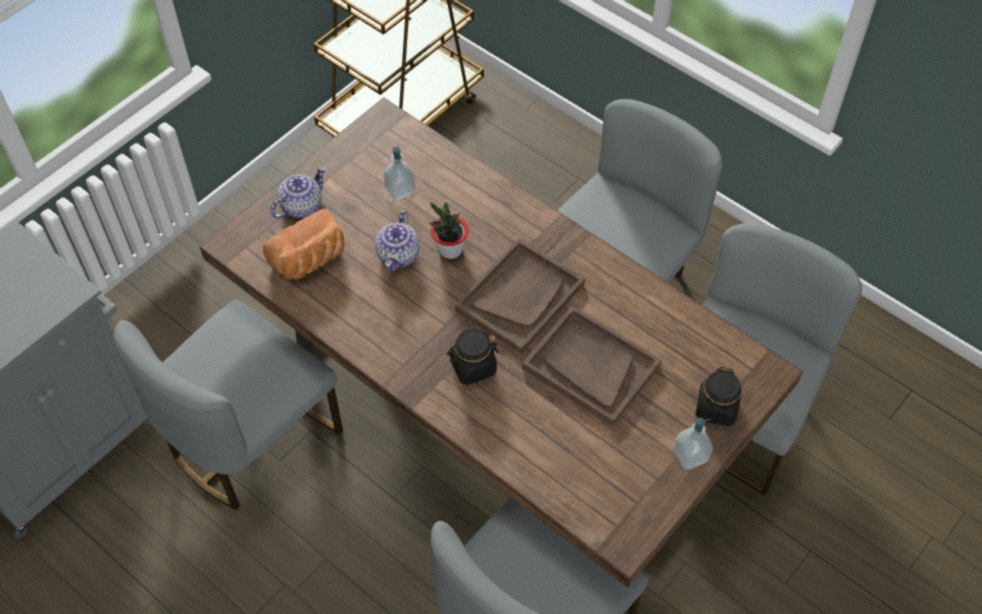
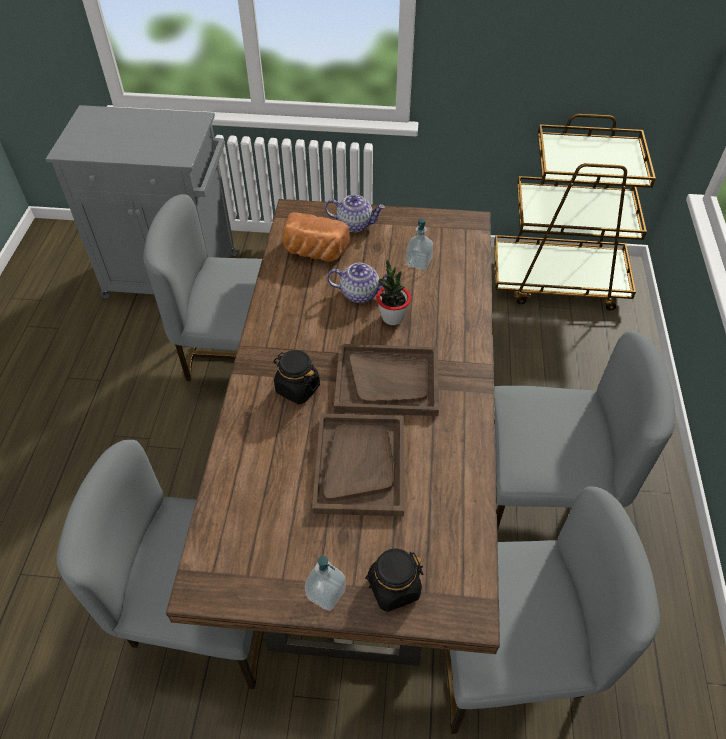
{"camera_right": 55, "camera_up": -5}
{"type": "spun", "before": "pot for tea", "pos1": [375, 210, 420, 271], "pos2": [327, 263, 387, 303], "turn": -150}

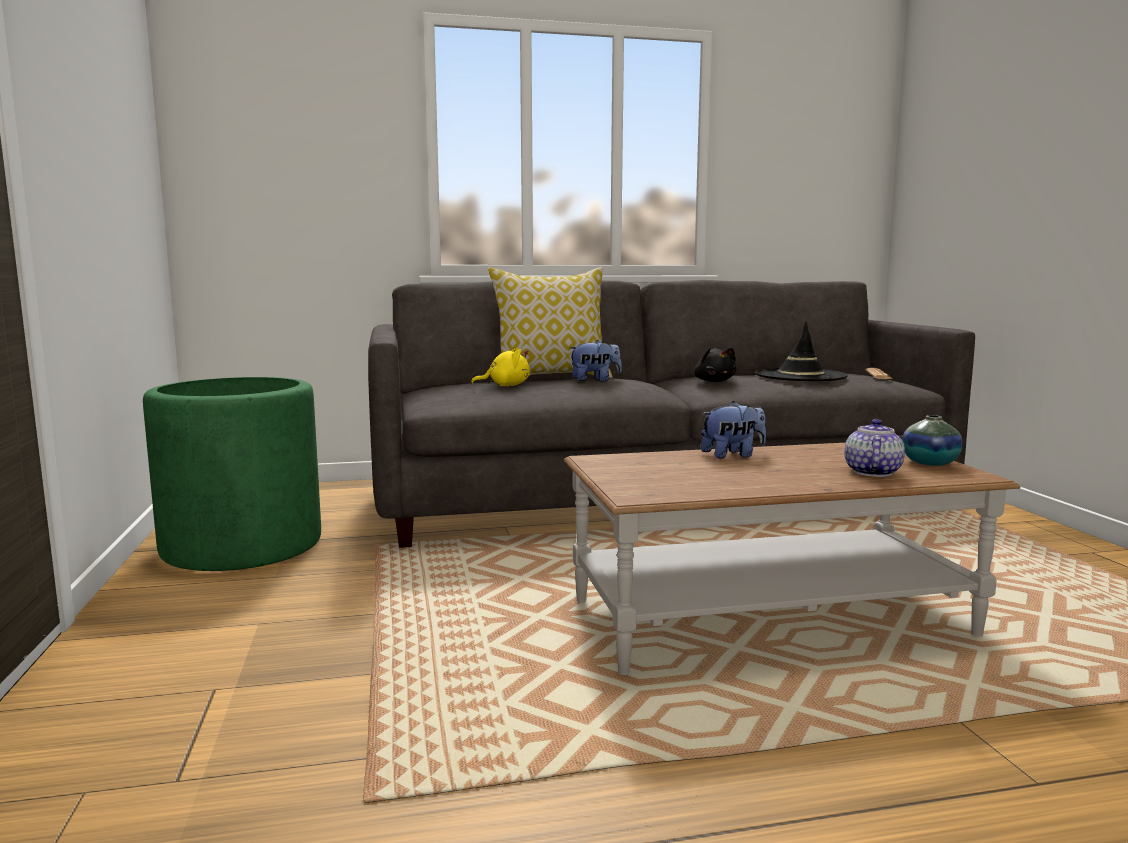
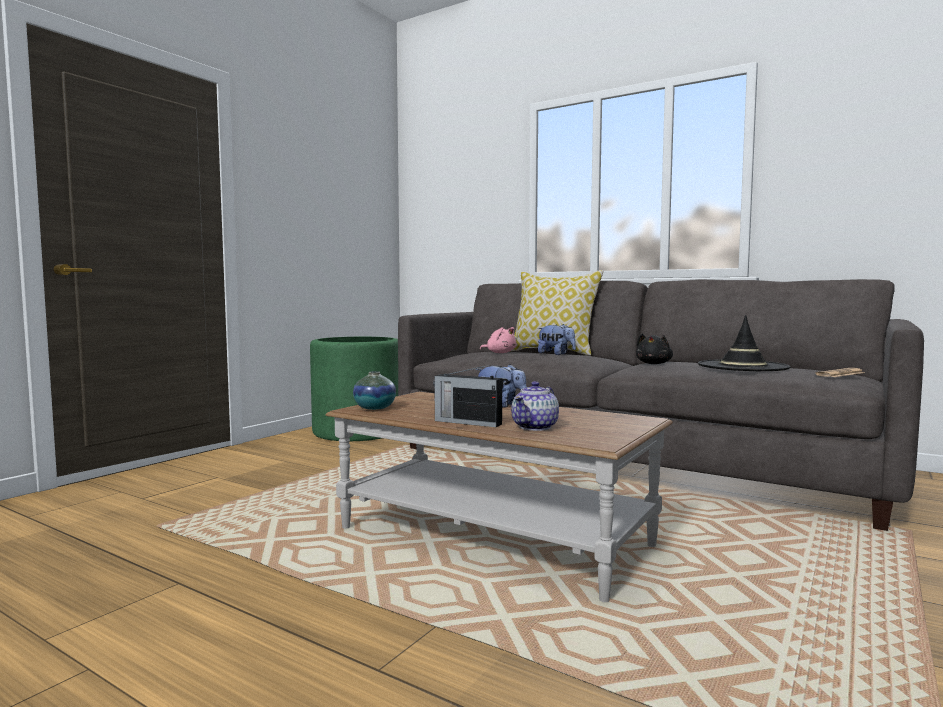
{"camera_right": 45, "camera_up": -5}
{"type": "colour", "before": "yellow soft toy", "after": "pink soft toy", "pos1": [471, 348, 530, 386], "pos2": [480, 327, 516, 353]}
{"type": "spun", "before": "pot for tea", "pos1": [845, 419, 905, 477], "pos2": [511, 381, 559, 431], "turn": 150}
{"type": "relocated", "before": "flower vase", "pos1": [902, 415, 963, 466], "pos2": [353, 371, 396, 410]}
{"type": "appeared", "after": "radio", "pos2": [433, 365, 502, 427]}

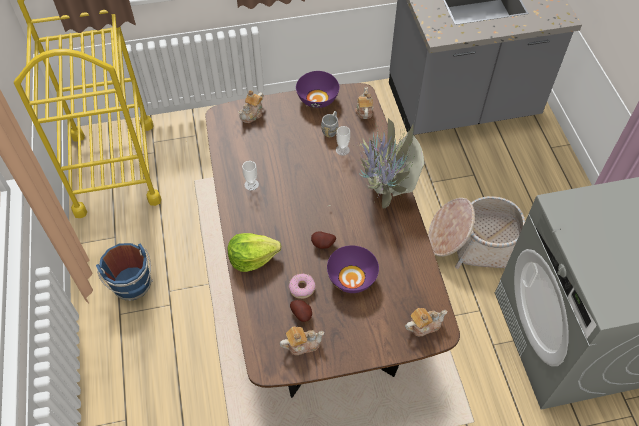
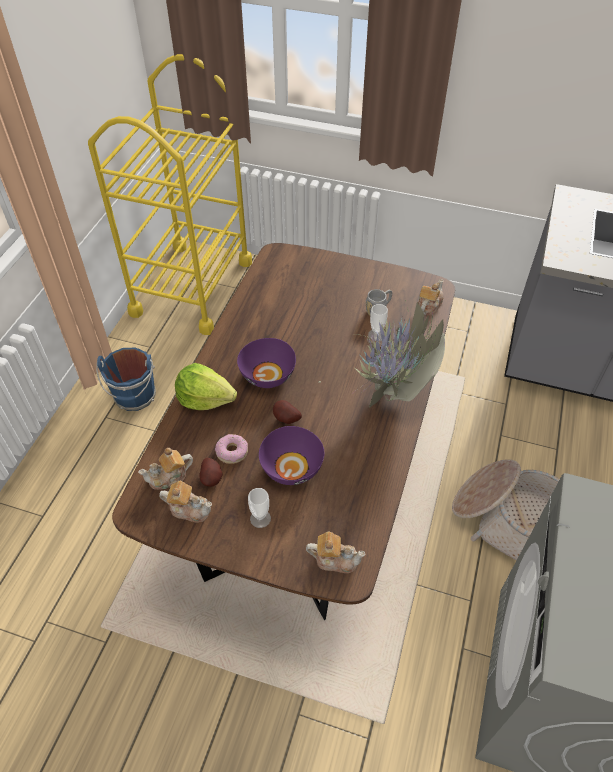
{"camera_right": 30, "camera_up": -5}
{"type": "relocated", "before": "pot for tea", "pos1": [238, 90, 264, 123], "pos2": [138, 448, 193, 490]}
{"type": "relocated", "before": "small cup", "pos1": [242, 161, 259, 191], "pos2": [248, 488, 271, 528]}
{"type": "relocated", "before": "purplish serving bowl", "pos1": [296, 71, 339, 108], "pos2": [237, 338, 296, 388]}

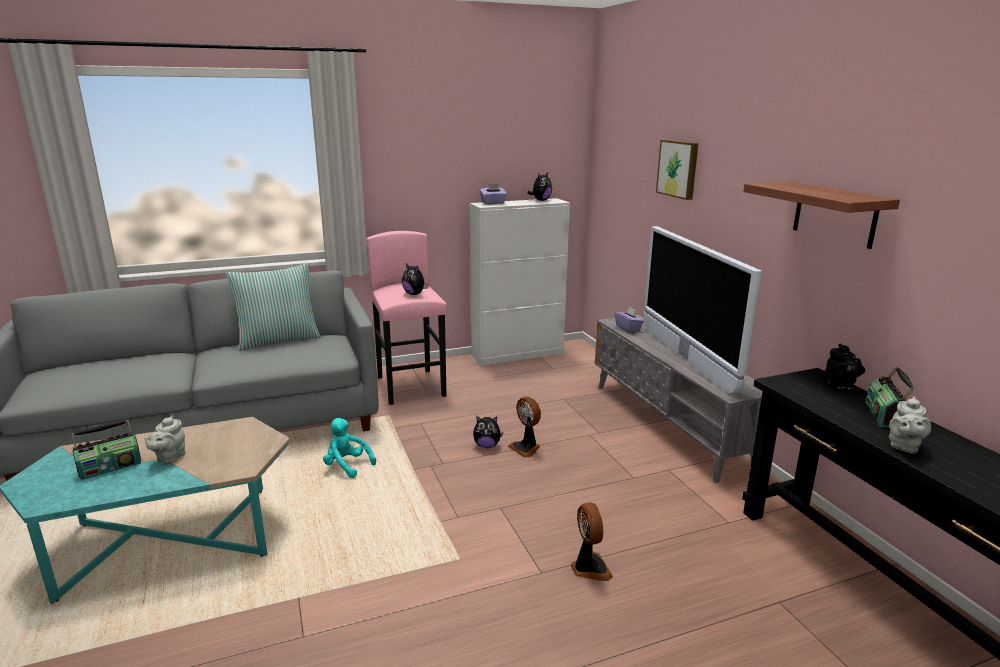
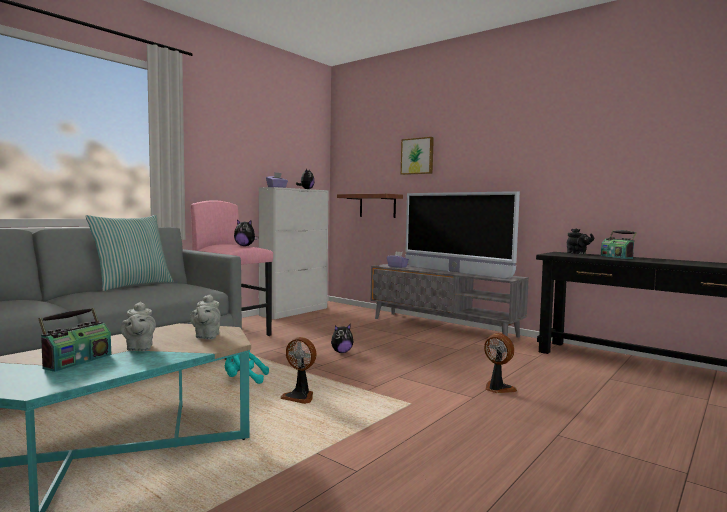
{"camera_right": -30, "camera_up": -15}
{"type": "relocated", "before": "electric fan", "pos1": [508, 396, 541, 458], "pos2": [280, 337, 317, 404]}
{"type": "relocated", "before": "wall shelf", "pos1": [743, 181, 900, 249], "pos2": [337, 194, 403, 218]}
{"type": "relocated", "before": "greyish pot for tea", "pos1": [889, 397, 931, 454], "pos2": [190, 294, 221, 339]}

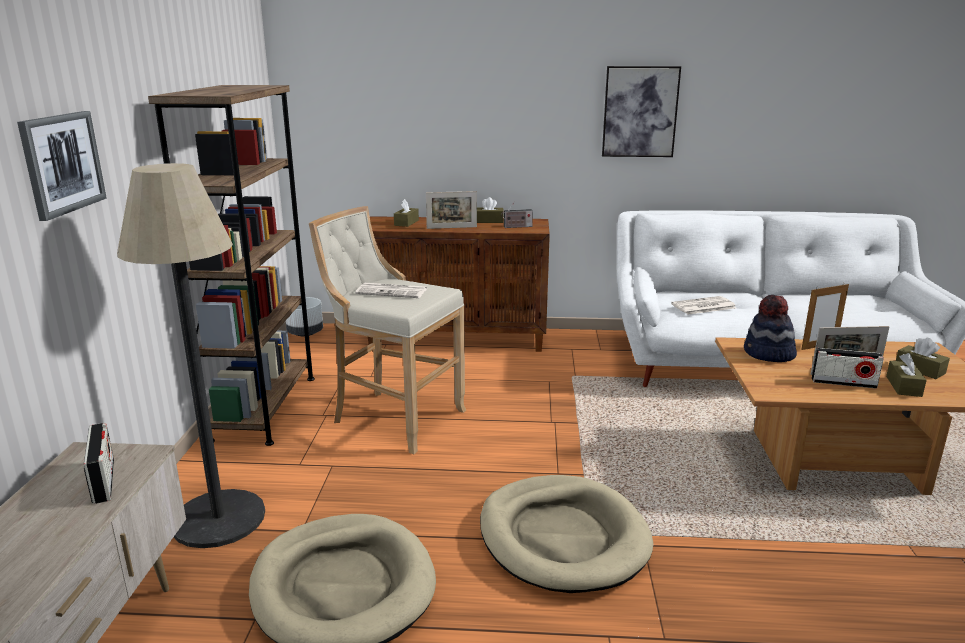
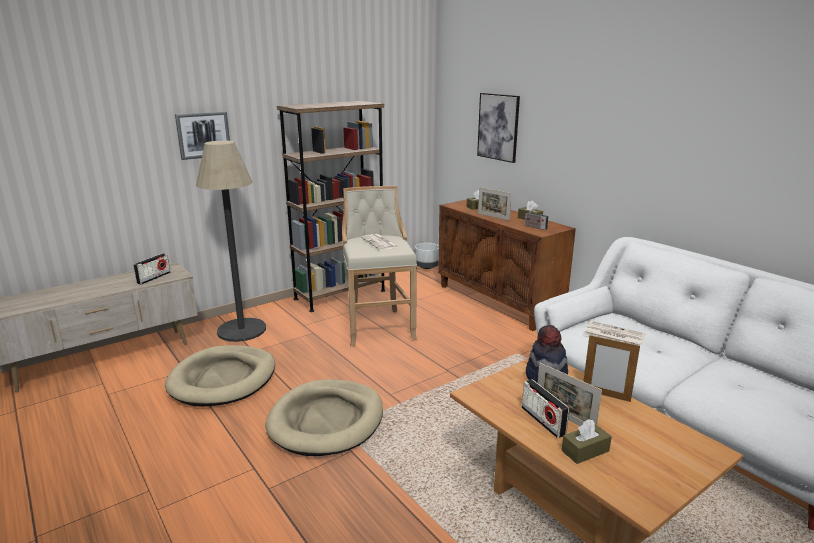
{"camera_right": 50, "camera_up": 0}
{"type": "relocated", "before": "picture", "pos1": [602, 66, 681, 157], "pos2": [477, 93, 520, 163]}
{"type": "missing", "before": "brown-coloured tissue box", "pos1": [896, 338, 950, 379]}

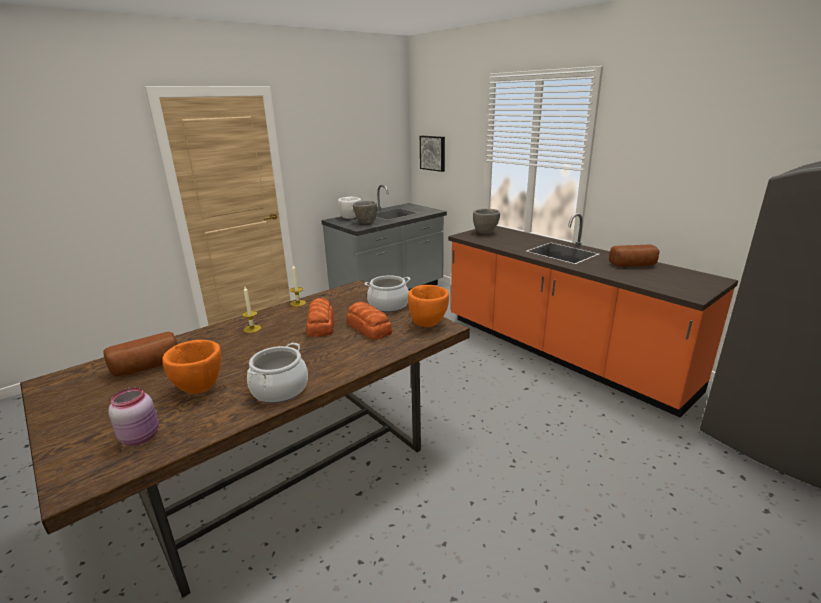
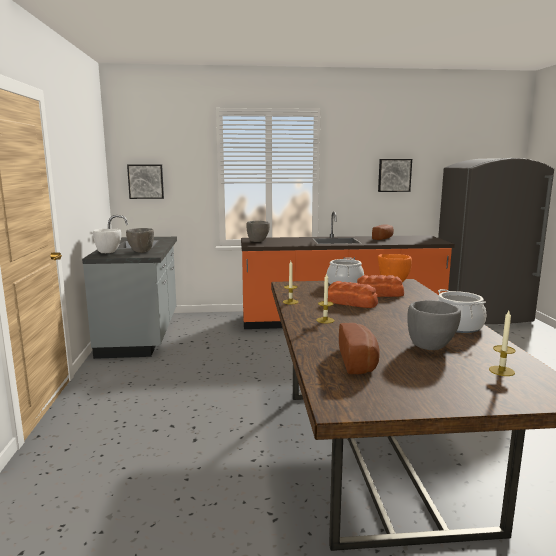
{"camera_right": -55, "camera_up": -10}
{"type": "exchanged", "before": "pink storage jar", "after": "wax light", "pos1": [108, 387, 159, 446], "pos2": [489, 311, 516, 376]}
{"type": "colour", "before": "orange-coloured serving bowl", "after": "greyish serving bowl", "pos1": [162, 340, 221, 394], "pos2": [407, 300, 461, 350]}
{"type": "appeared", "after": "picture", "pos2": [378, 159, 412, 192]}

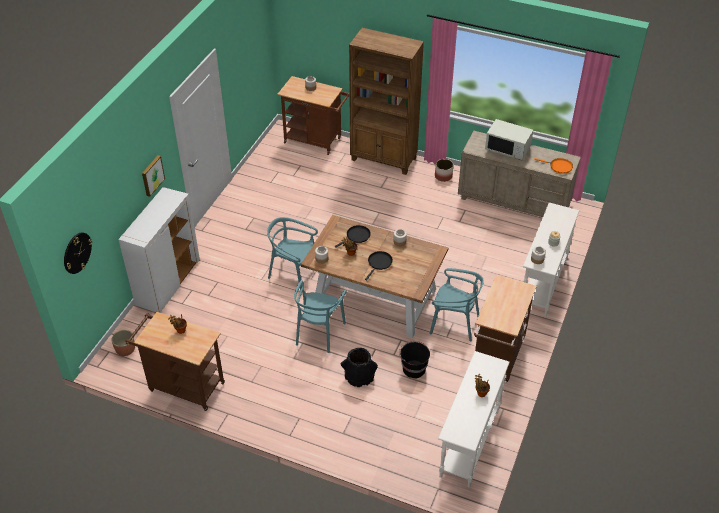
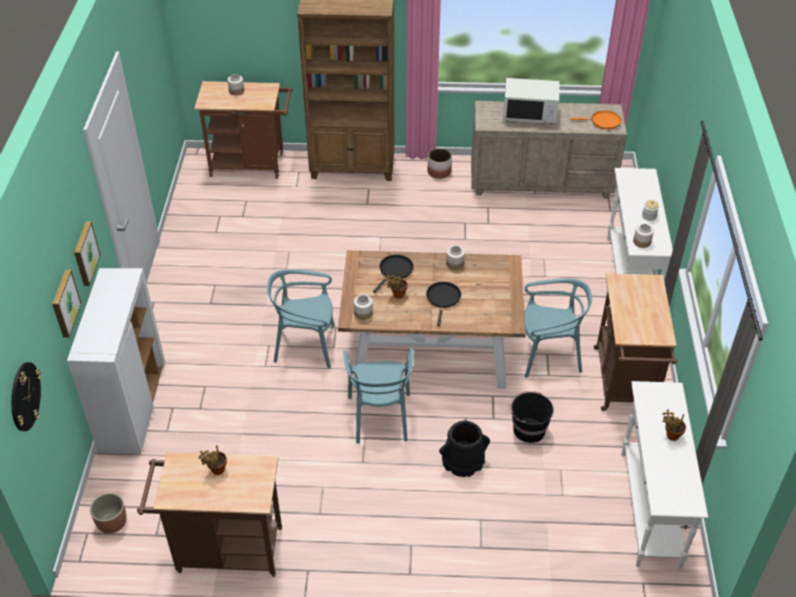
{"camera_right": -20, "camera_up": 0}
{"type": "appeared", "after": "picture", "pos2": [52, 270, 81, 338]}

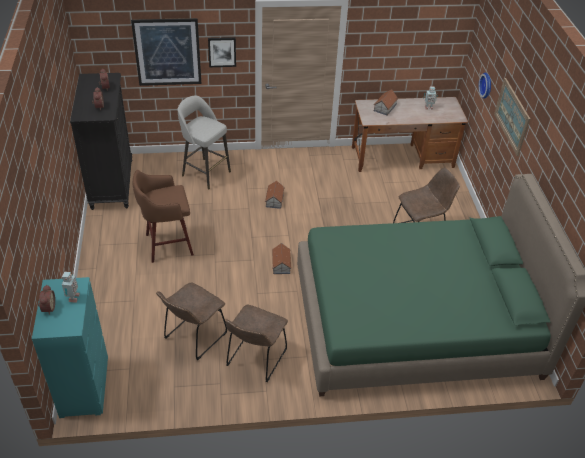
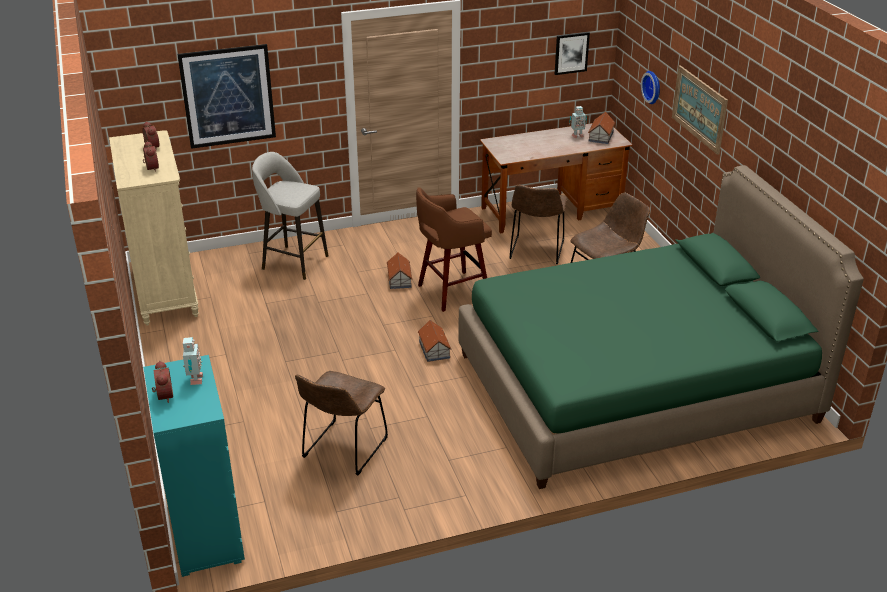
{"camera_right": -10, "camera_up": -10}
{"type": "colour", "before": "black-coloured chest of drawers", "after": "beige-coloured chest of drawers", "pos1": [70, 73, 132, 210], "pos2": [109, 130, 199, 326]}
{"type": "relocated", "before": "brown-coloured sitting stool", "pos1": [133, 170, 194, 263], "pos2": [416, 187, 492, 312]}
{"type": "relocated", "before": "picture", "pos1": [208, 37, 236, 67], "pos2": [555, 32, 590, 75]}
{"type": "relocated", "before": "brown-coloured plain chair", "pos1": [225, 305, 288, 382], "pos2": [509, 185, 568, 264]}
{"type": "relocated", "before": "miniature house", "pos1": [374, 89, 398, 115], "pos2": [588, 112, 616, 144]}

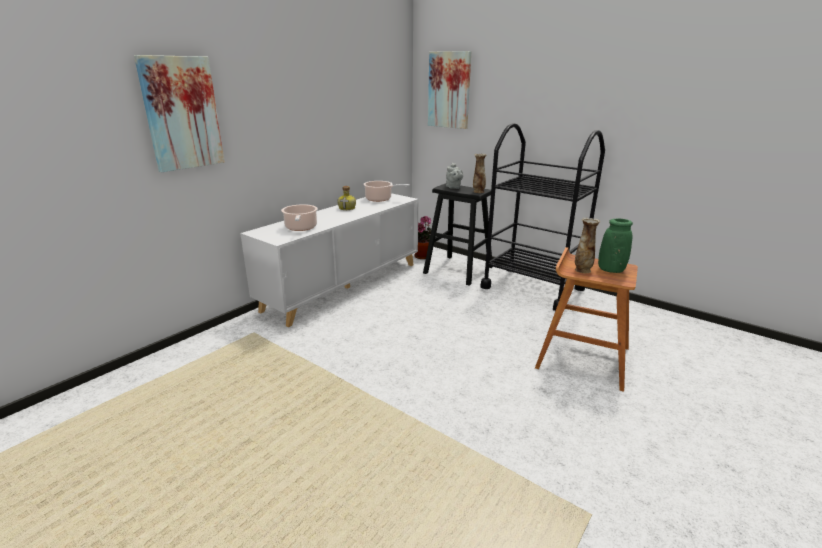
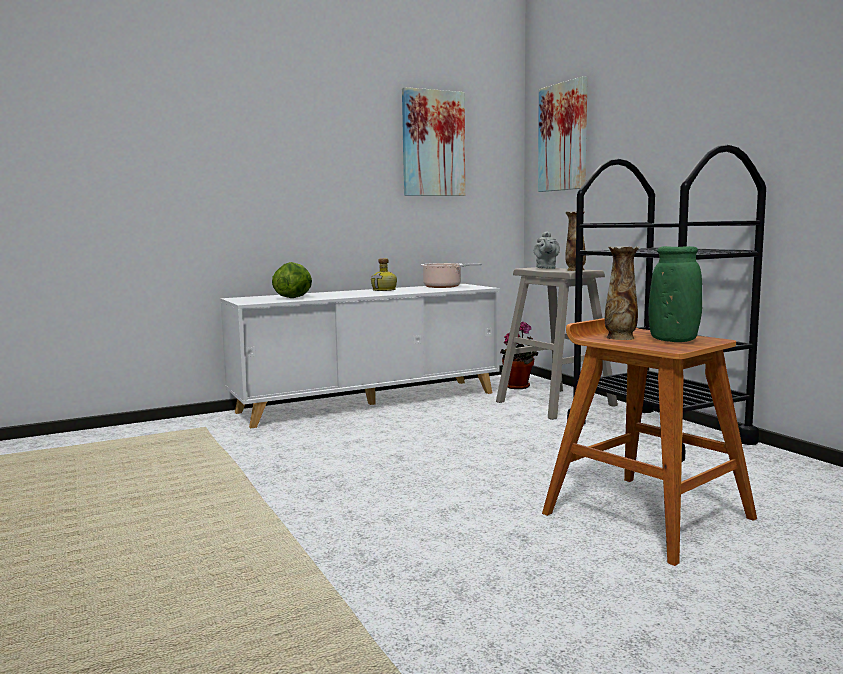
{"camera_right": 25, "camera_up": -15}
{"type": "relocated", "before": "picture", "pos1": [134, 55, 225, 172], "pos2": [402, 87, 465, 196]}
{"type": "exchanged", "before": "saucepot", "after": "head of lettuce", "pos1": [281, 204, 318, 231], "pos2": [272, 262, 312, 298]}
{"type": "colour", "before": "black-coloured sitting stool", "after": "beige-coloured sitting stool", "pos1": [423, 183, 493, 286], "pos2": [496, 267, 618, 420]}

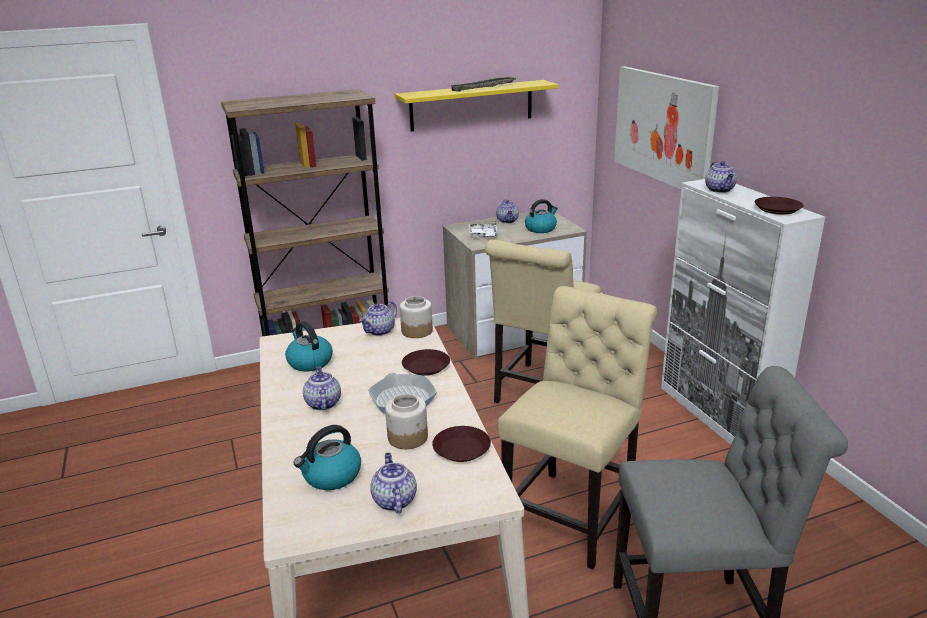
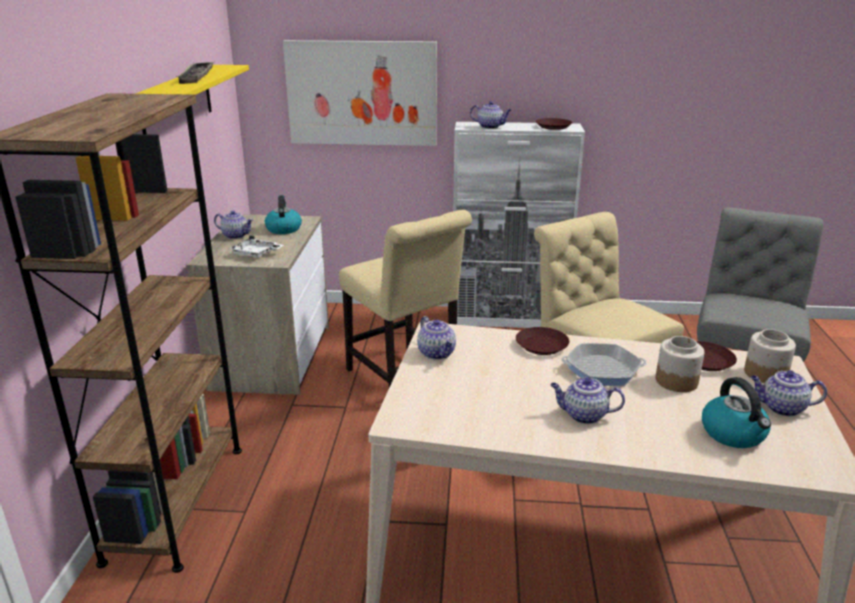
{"camera_right": -65, "camera_up": 0}
{"type": "missing", "before": "kettle", "pos1": [285, 321, 333, 372]}
{"type": "relocated", "before": "storage jar", "pos1": [400, 296, 433, 338], "pos2": [744, 329, 796, 383]}

